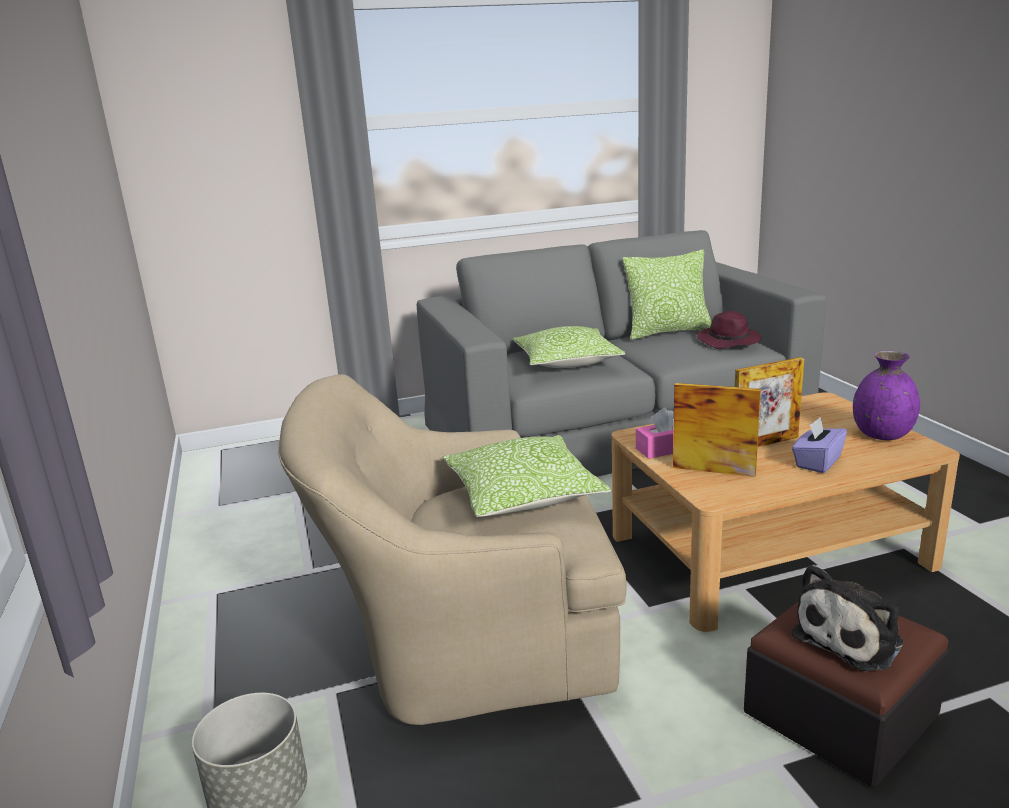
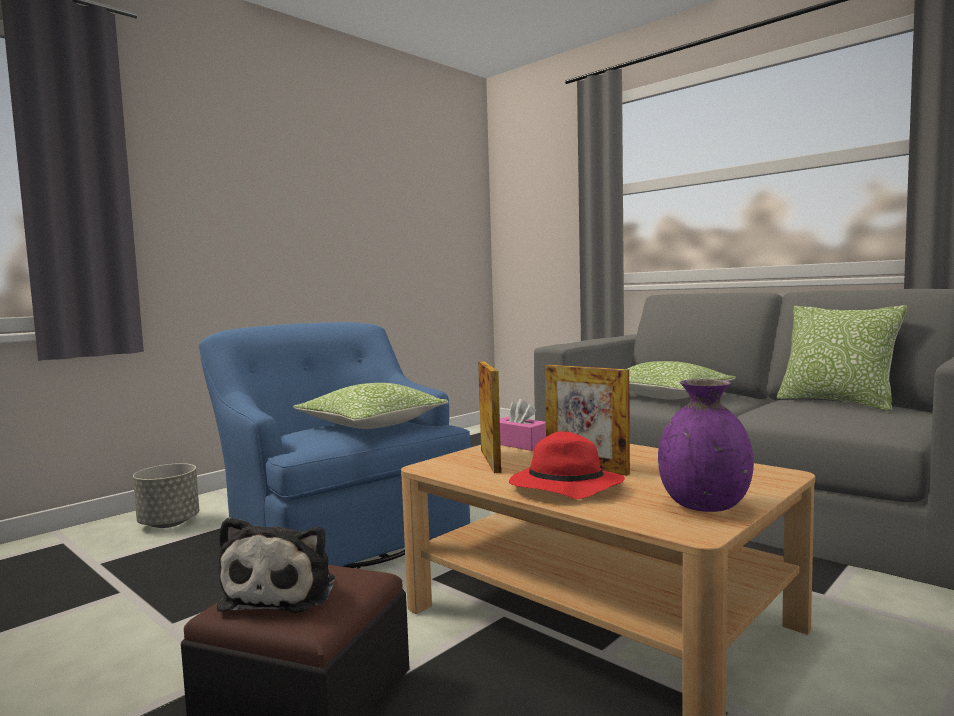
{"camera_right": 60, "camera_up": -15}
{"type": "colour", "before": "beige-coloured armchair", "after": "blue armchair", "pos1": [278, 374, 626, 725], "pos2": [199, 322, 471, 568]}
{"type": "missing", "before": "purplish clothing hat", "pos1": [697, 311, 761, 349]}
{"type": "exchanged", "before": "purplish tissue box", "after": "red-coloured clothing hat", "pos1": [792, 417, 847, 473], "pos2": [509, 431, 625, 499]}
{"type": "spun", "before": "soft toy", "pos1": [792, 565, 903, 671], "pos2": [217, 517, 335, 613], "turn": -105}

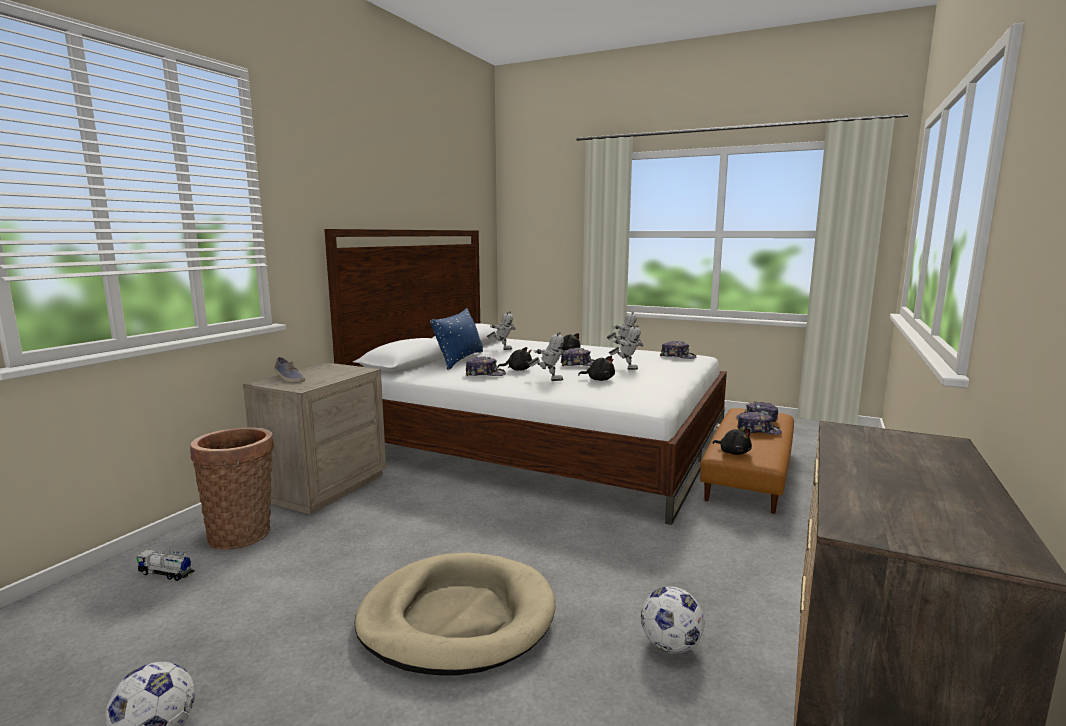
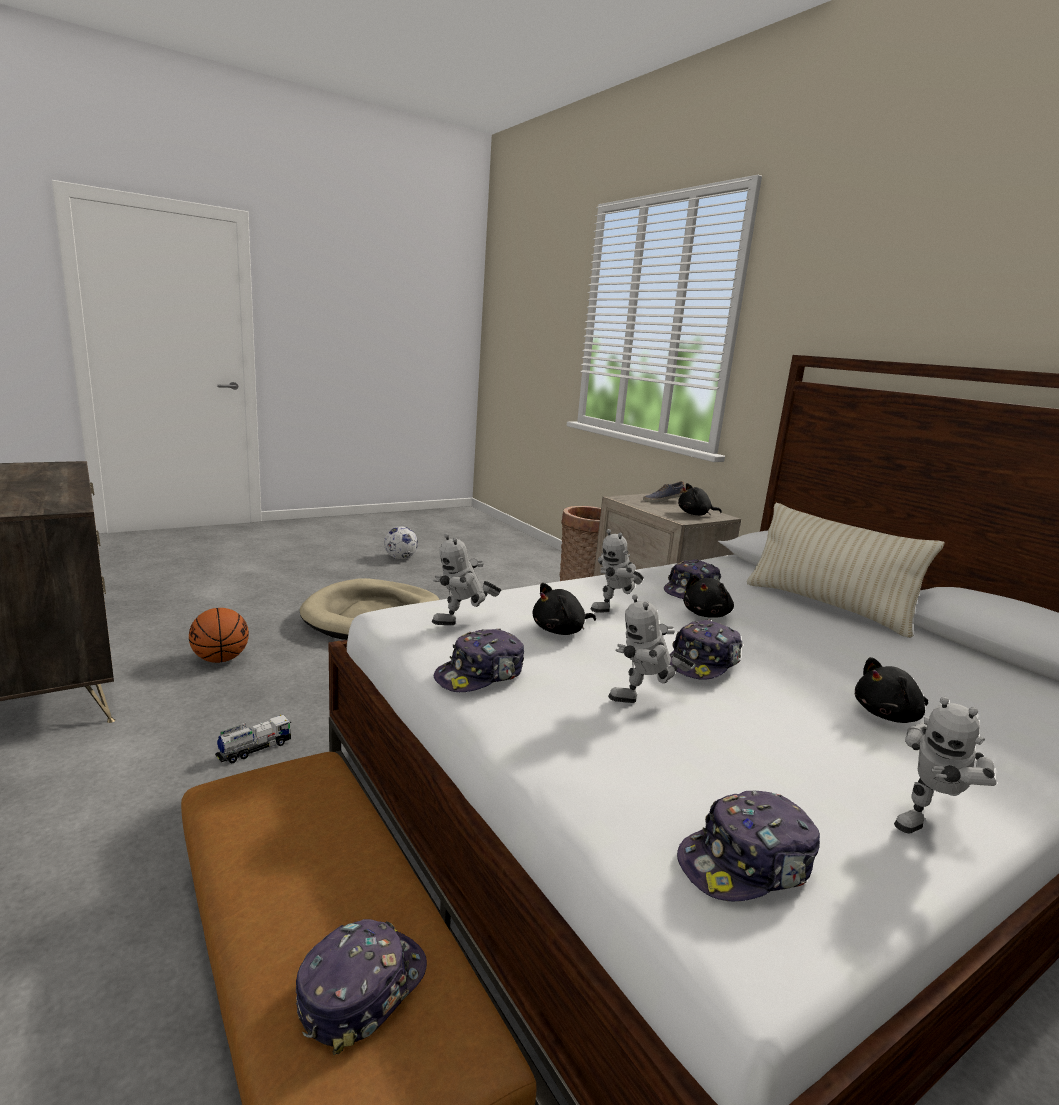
{"camera_right": 120, "camera_up": 5}
{"type": "relocated", "before": "toy truck", "pos1": [137, 549, 195, 581], "pos2": [215, 715, 291, 763]}
{"type": "colour", "before": "blue throw pillow", "after": "beige-coloured throw pillow", "pos1": [430, 308, 483, 370], "pos2": [747, 503, 945, 638]}
{"type": "relocated", "before": "robot figure", "pos1": [487, 311, 516, 350], "pos2": [432, 533, 501, 625]}
{"type": "exchanged", "before": "football ball", "after": "ball for basketball", "pos1": [641, 587, 705, 654], "pos2": [189, 608, 249, 663]}
{"type": "relocated", "before": "black-coloured soft toy", "pos1": [713, 428, 752, 455], "pos2": [678, 483, 722, 515]}
{"type": "relocated", "before": "baseball cap", "pos1": [737, 412, 782, 435], "pos2": [434, 629, 524, 692]}

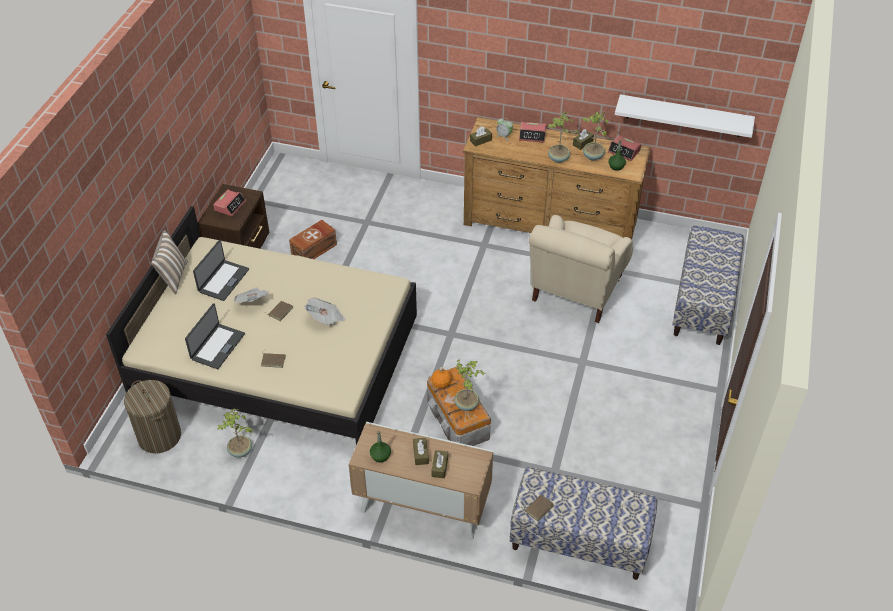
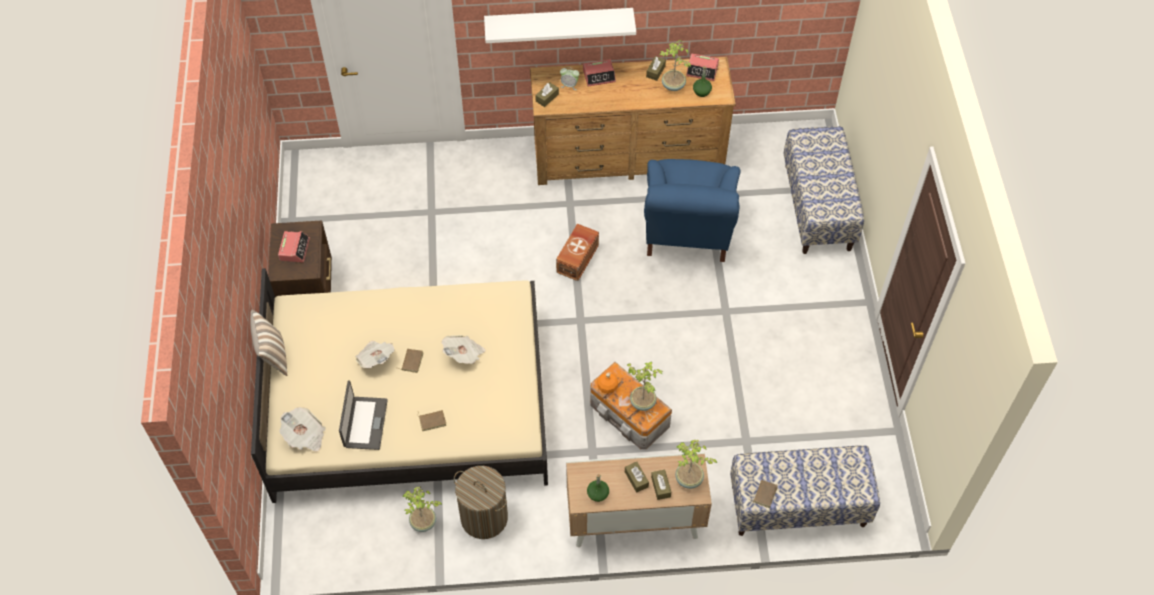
{"camera_right": -20, "camera_up": 10}
{"type": "relocated", "before": "hamper", "pos1": [124, 380, 181, 453], "pos2": [454, 466, 508, 539]}
{"type": "missing", "before": "portable computer", "pos1": [193, 240, 249, 301]}
{"type": "relocated", "before": "brown-coloured storage bin", "pos1": [289, 220, 337, 259], "pos2": [556, 224, 599, 281]}
{"type": "colour", "before": "beige-coloured armchair", "after": "blue armchair", "pos1": [529, 215, 633, 323], "pos2": [644, 159, 740, 262]}
{"type": "relocated", "before": "houseplant", "pos1": [548, 111, 578, 163], "pos2": [675, 440, 717, 489]}
{"type": "relocated", "before": "whitish wall shelf", "pos1": [615, 94, 755, 138], "pos2": [484, 8, 636, 43]}
{"type": "appeared", "after": "newspaper", "pos2": [280, 407, 325, 451]}

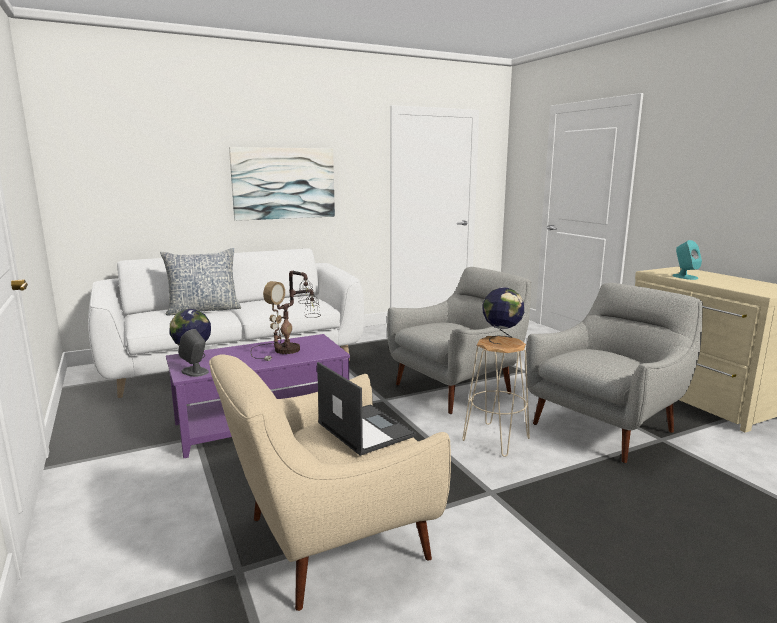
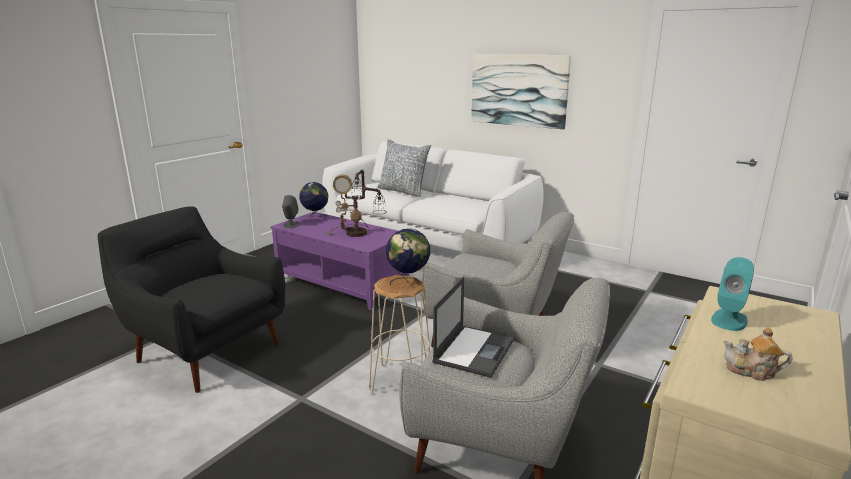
{"camera_right": 60, "camera_up": 5}
{"type": "colour", "before": "beige-coloured armchair", "after": "black-coloured armchair", "pos1": [209, 354, 451, 611], "pos2": [98, 206, 285, 393]}
{"type": "relocated", "before": "portable computer", "pos1": [317, 362, 416, 456], "pos2": [432, 277, 514, 378]}
{"type": "appeared", "after": "pot for tea", "pos2": [723, 328, 792, 381]}

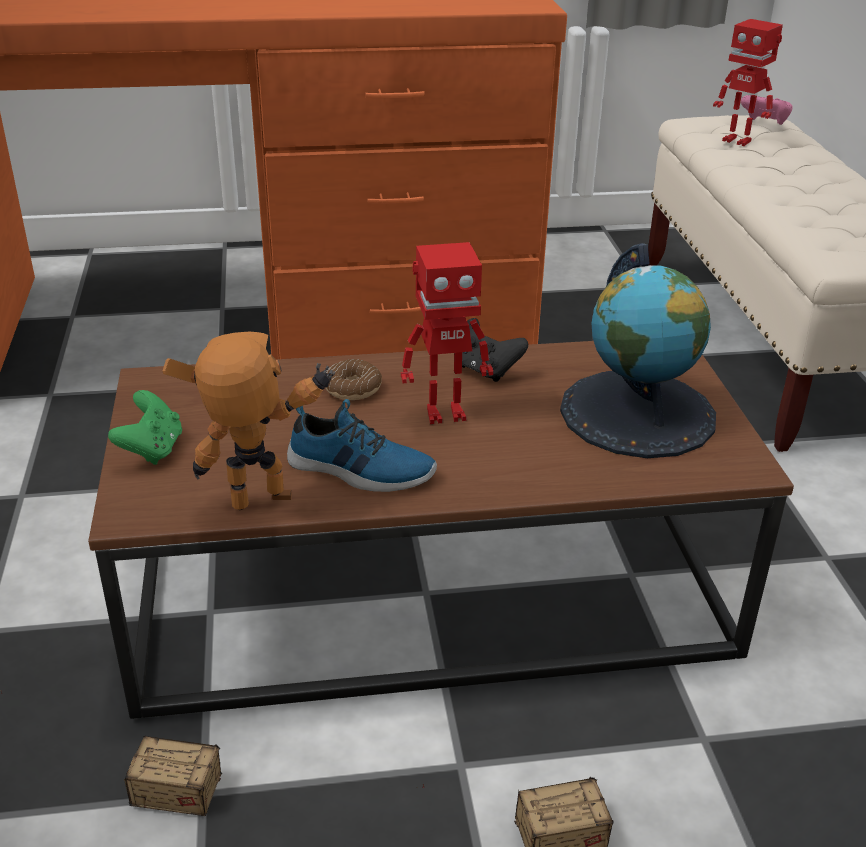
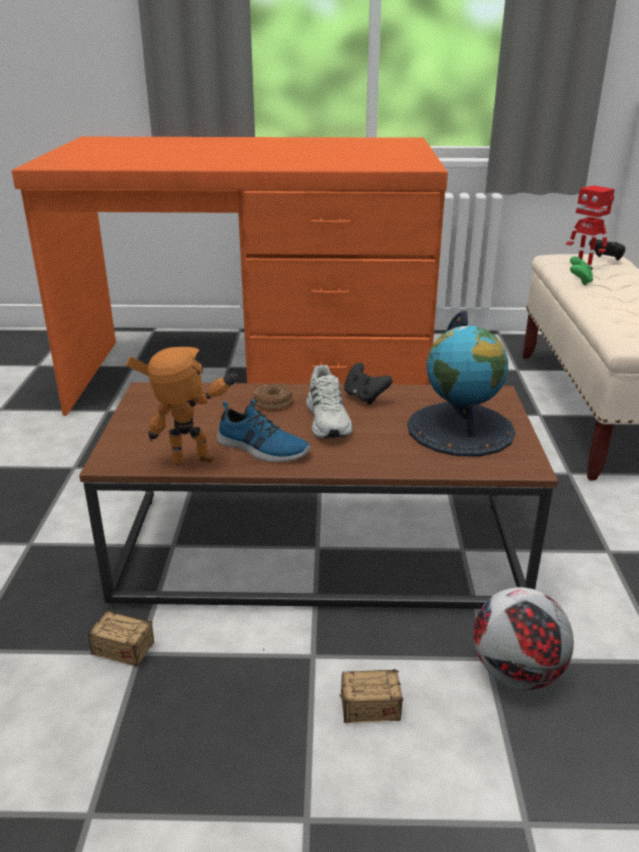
{"camera_right": 10, "camera_up": -5}
{"type": "relocated", "before": "green-coloured joypad", "pos1": [108, 390, 182, 465], "pos2": [570, 256, 593, 286]}
{"type": "exchanged", "before": "robot figure", "after": "whitish shoe", "pos1": [401, 242, 493, 424], "pos2": [306, 365, 353, 438]}
{"type": "colour", "before": "pink joypad", "after": "black-coloured joypad", "pos1": [741, 95, 793, 125], "pos2": [589, 239, 626, 261]}
{"type": "appeared", "after": "football ball", "pos2": [474, 587, 574, 690]}

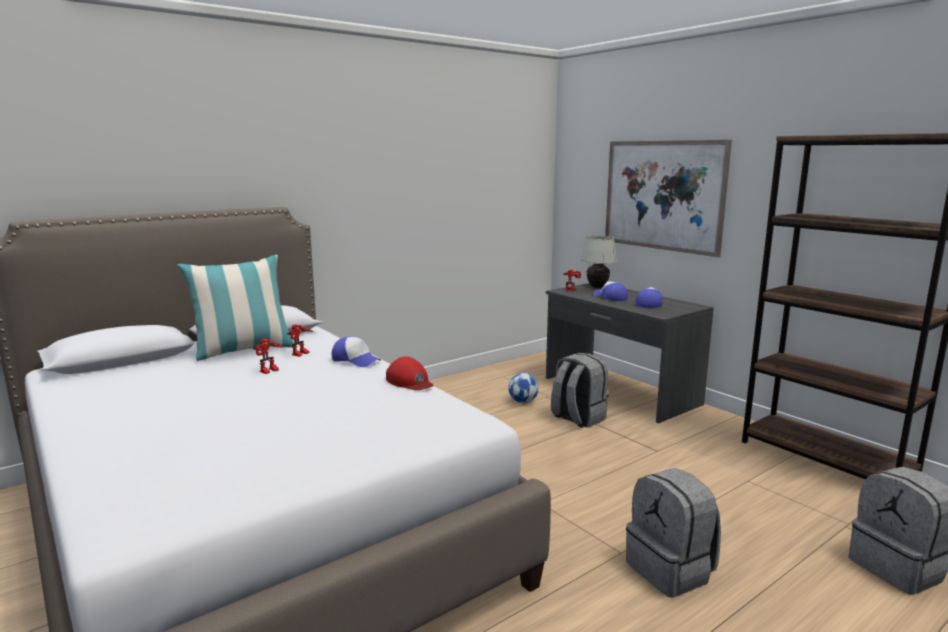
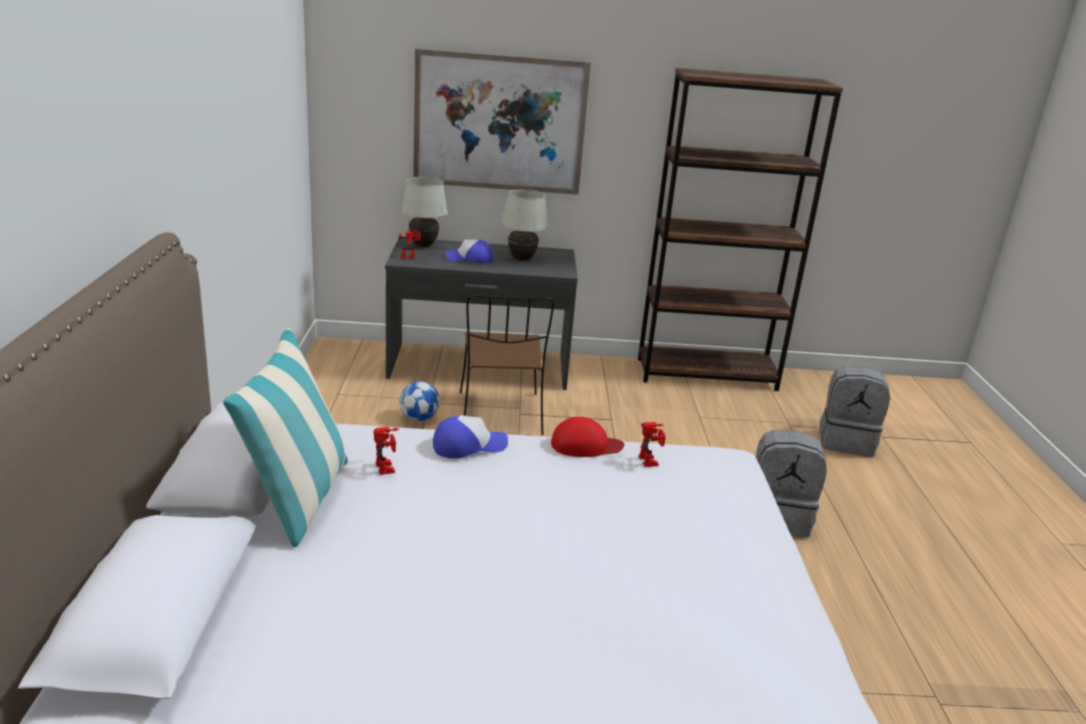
{"camera_right": -55, "camera_up": 10}
{"type": "relocated", "before": "robot figure", "pos1": [253, 339, 282, 374], "pos2": [638, 422, 666, 467]}
{"type": "exchanged", "before": "greyish backpack", "after": "brown-coloured plain chair", "pos1": [551, 353, 609, 428], "pos2": [460, 295, 554, 435]}
{"type": "exchanged", "before": "baseball cap", "after": "whitish lamp for a table", "pos1": [636, 287, 663, 308], "pos2": [501, 189, 548, 261]}

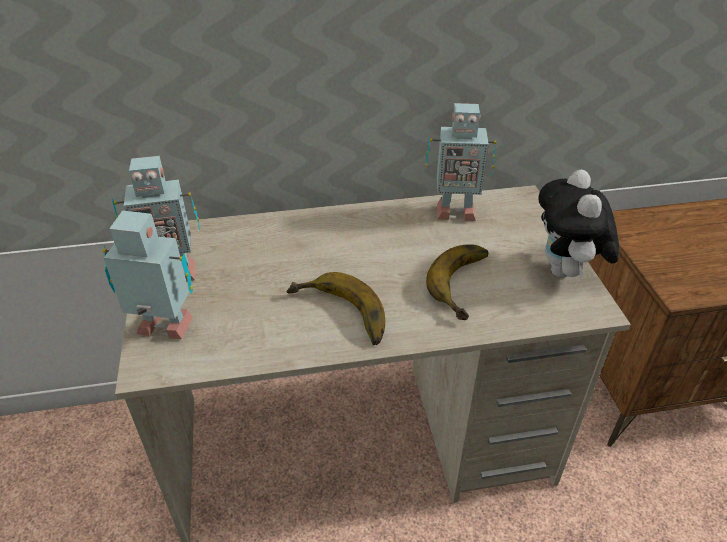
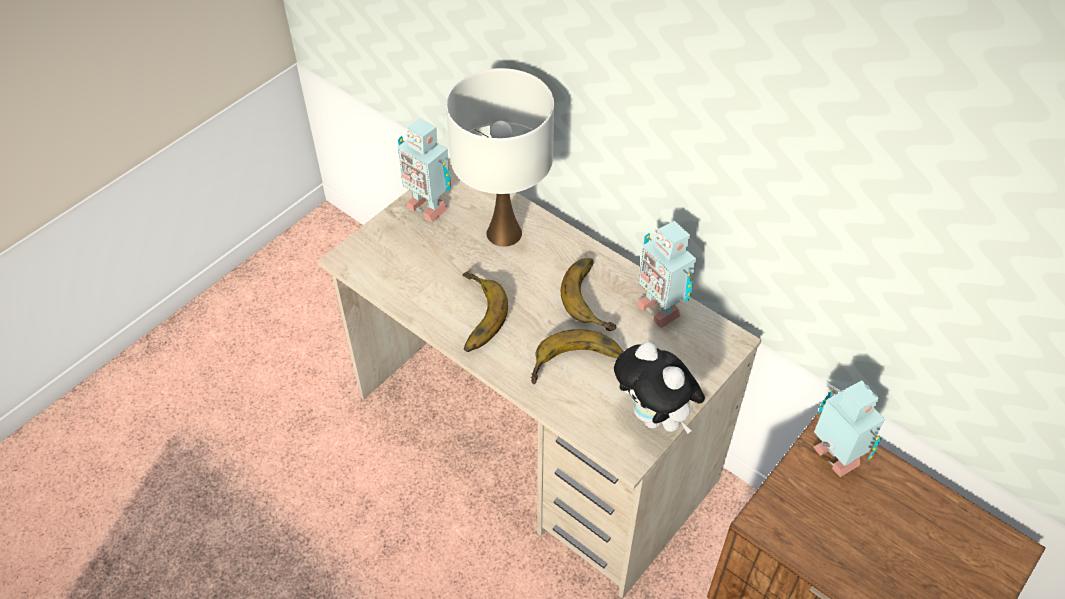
{"camera_right": 50, "camera_up": 10}
{"type": "relocated", "before": "robot figure", "pos1": [103, 210, 193, 339], "pos2": [814, 380, 885, 477]}
{"type": "spun", "before": "soft toy", "pos1": [538, 170, 619, 279], "pos2": [614, 342, 705, 434], "turn": -90}
{"type": "appeared", "after": "whitish lamp for a table", "pos2": [446, 68, 554, 247]}
{"type": "appeared", "after": "banana", "pos2": [561, 258, 616, 331]}

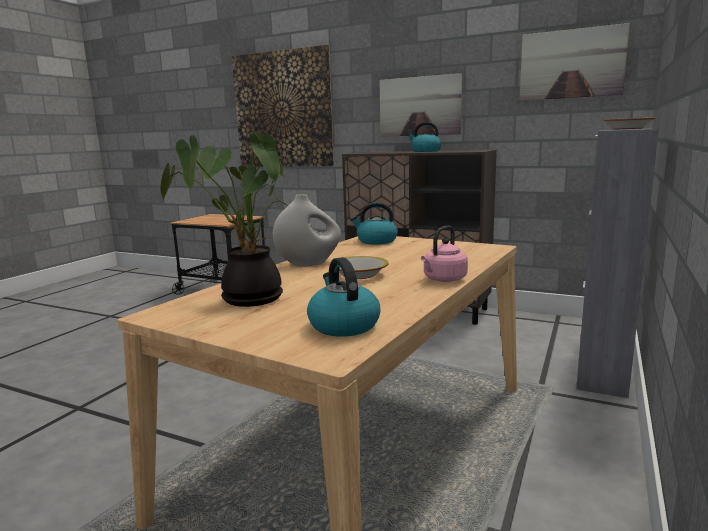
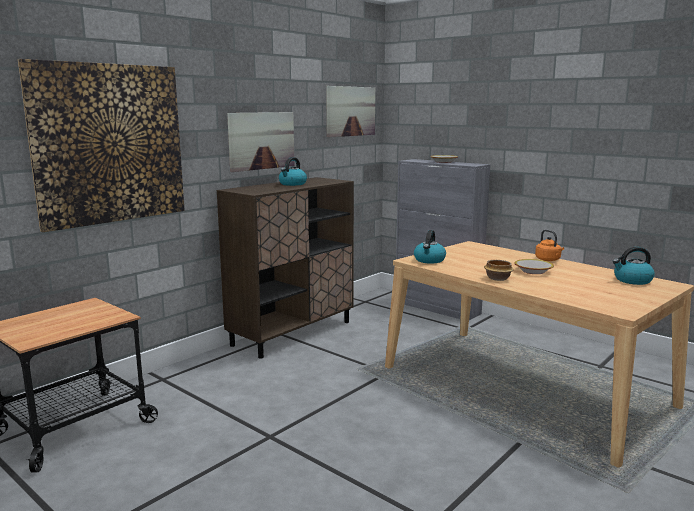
{"camera_right": -75, "camera_up": 0}
{"type": "missing", "before": "houseplant", "pos1": [160, 131, 289, 307]}
{"type": "exchanged", "before": "whitish flower vase", "after": "serving bowl", "pos1": [273, 194, 341, 267], "pos2": [484, 260, 514, 281]}
{"type": "colour", "before": "pink kettle", "after": "orange-coloured kettle", "pos1": [421, 226, 468, 282], "pos2": [535, 230, 564, 261]}

